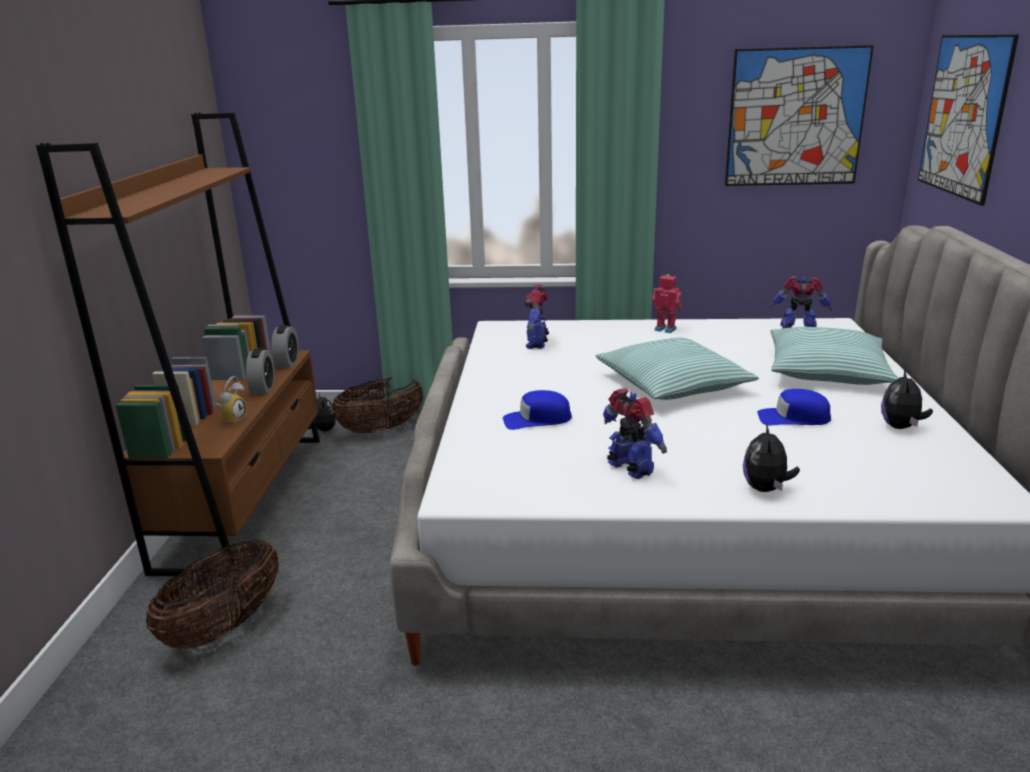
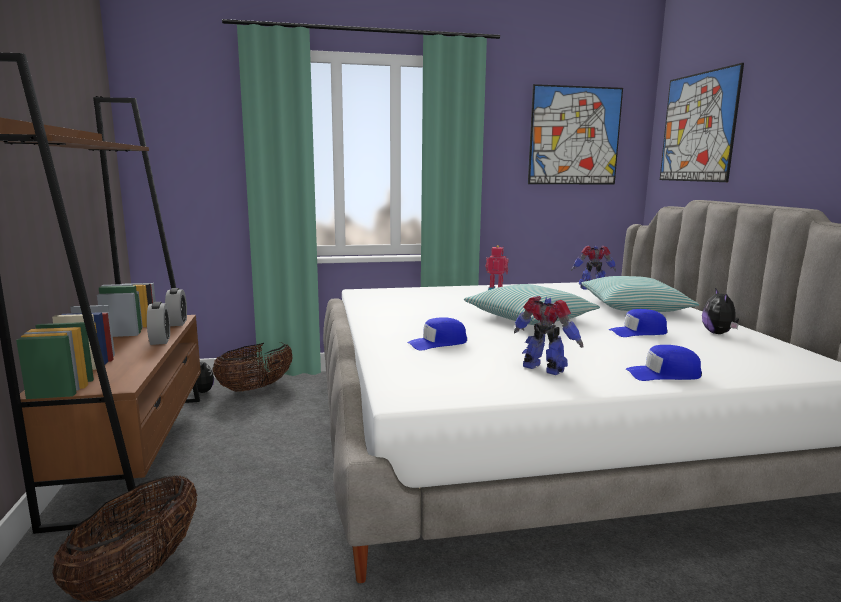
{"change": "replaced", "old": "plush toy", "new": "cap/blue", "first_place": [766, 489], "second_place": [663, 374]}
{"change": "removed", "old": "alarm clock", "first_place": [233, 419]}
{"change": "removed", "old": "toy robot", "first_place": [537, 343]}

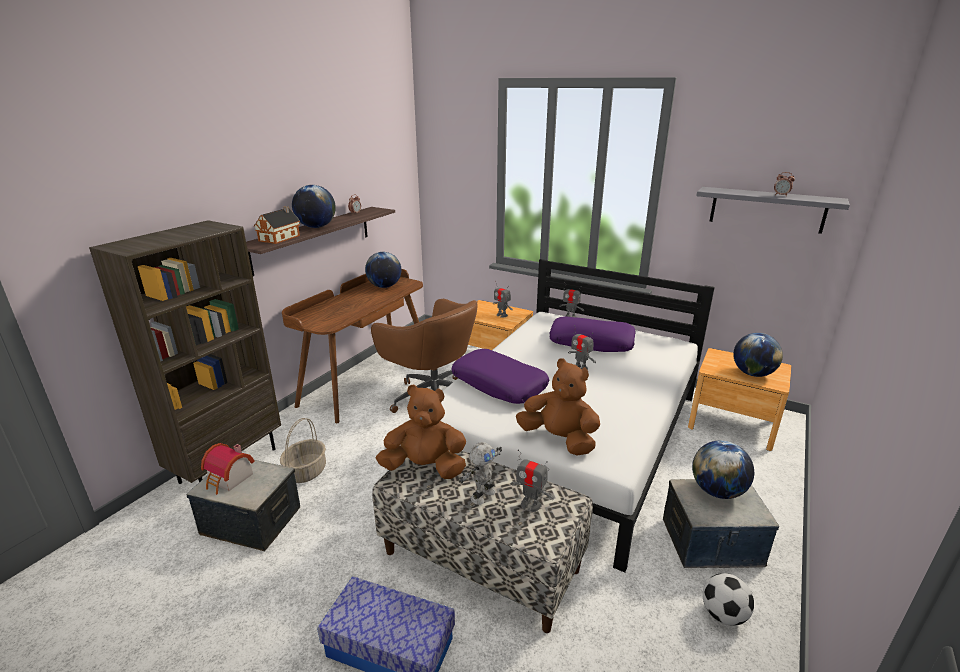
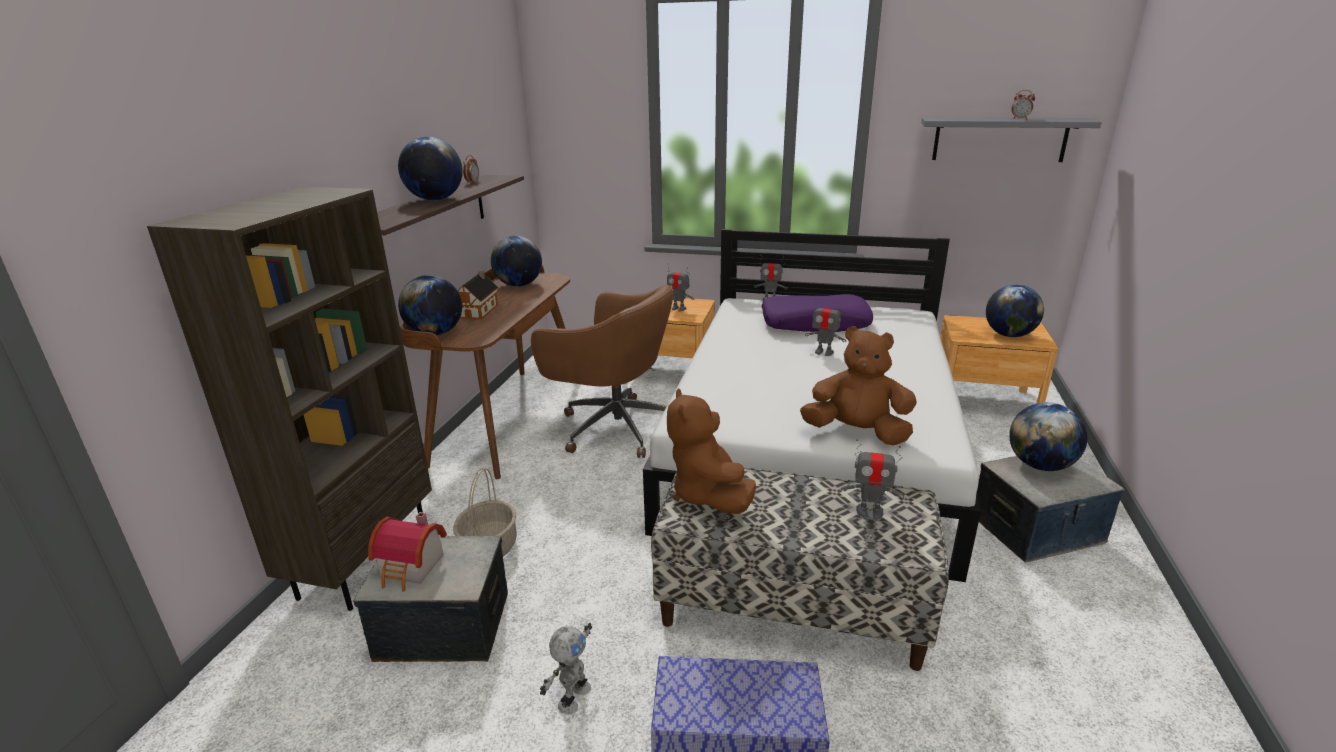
{"change": "added", "new": "globe", "second_place": [435, 334]}
{"change": "moved", "old": "toy house", "first_place": [281, 238], "second_place": [478, 310]}
{"change": "moved", "old": "toy robot", "first_place": [482, 495], "second_place": [573, 697]}
{"change": "turned", "old": "plush toy/brown", "first_place": [425, 467], "second_place": [708, 495], "degrees": -90}
{"change": "removed", "old": "pillow/purple", "first_place": [499, 384]}
{"change": "removed", "old": "football", "first_place": [723, 615]}

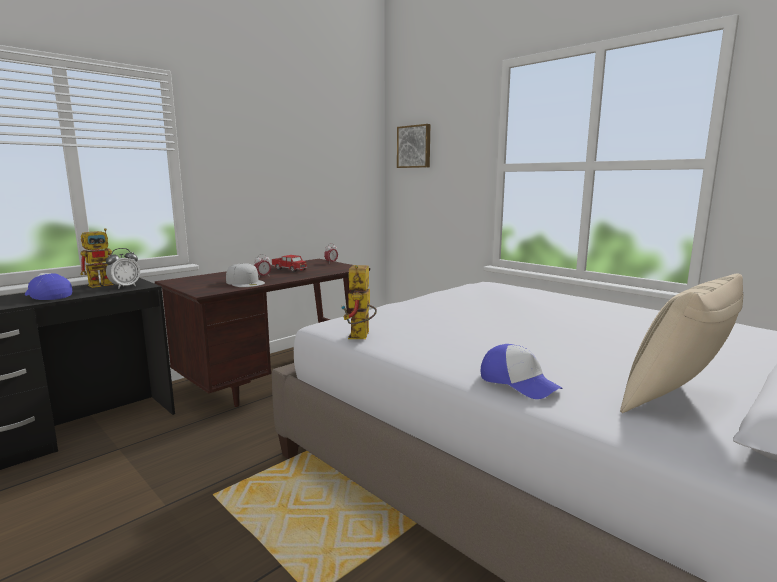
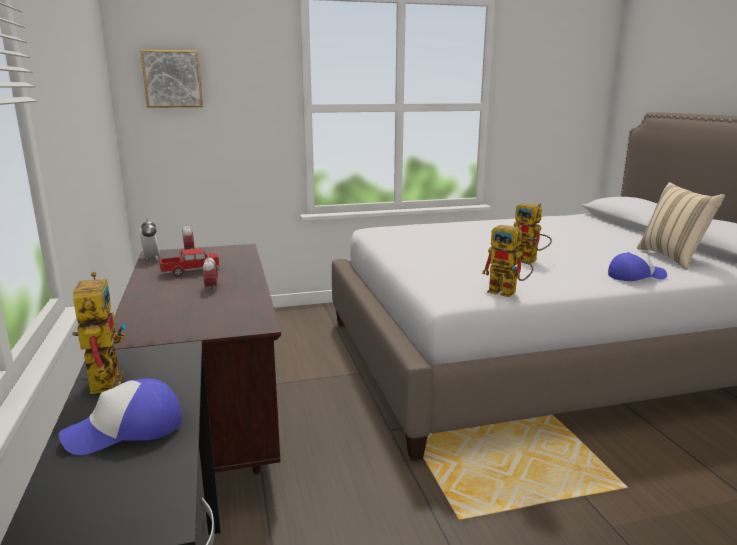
{"change": "moved", "old": "alarm clock", "first_place": [125, 286], "second_place": [151, 258]}
{"change": "added", "new": "toy robot", "second_place": [529, 261]}
{"change": "removed", "old": "cap/white", "first_place": [245, 282]}

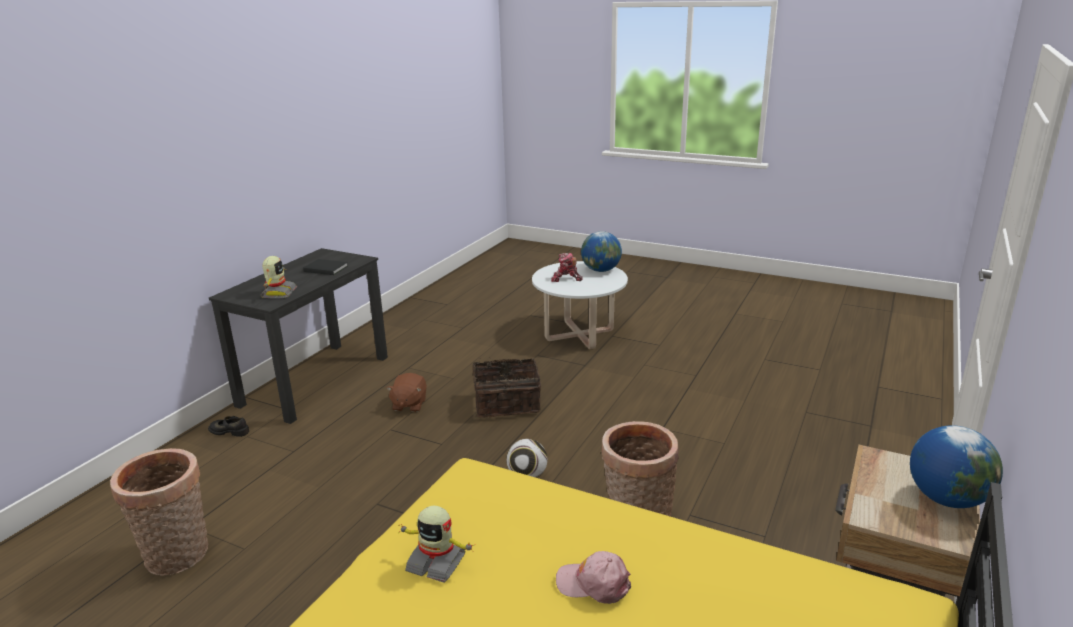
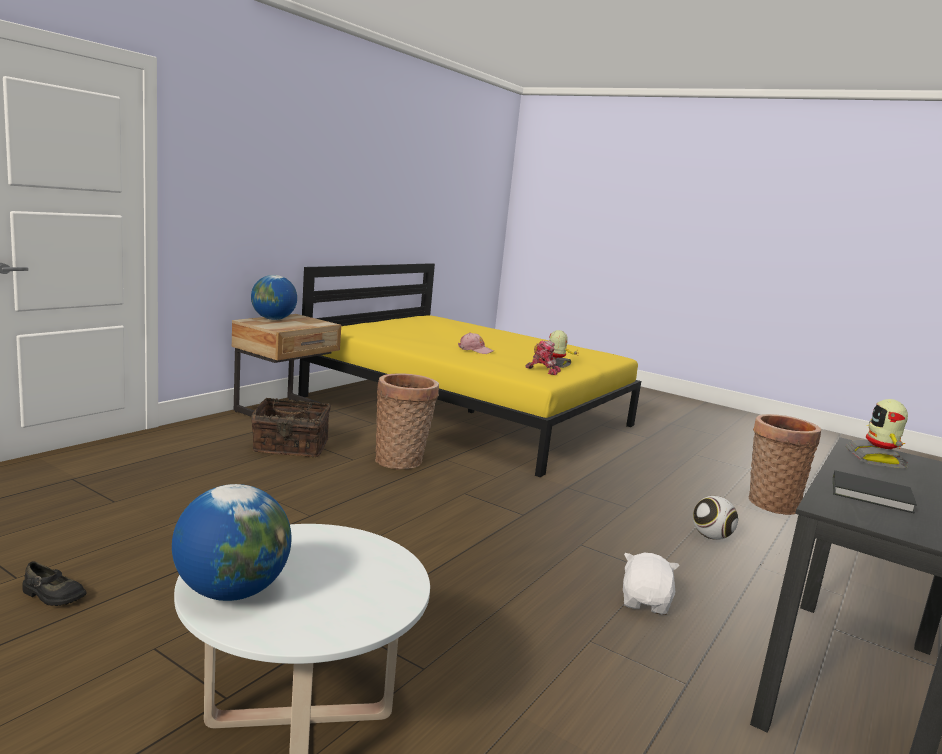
{"change": "moved", "old": "shoe/black", "first_place": [229, 431], "second_place": [52, 595]}
{"change": "moved", "old": "basket", "first_place": [507, 404], "second_place": [290, 447]}
{"change": "moved", "old": "toy robot", "first_place": [566, 279], "second_place": [543, 370]}
{"change": "recoloured", "old": "plush toy/brown", "new": "plush toy/white", "first_place": [409, 405], "second_place": [645, 602]}
{"change": "moved", "old": "football", "first_place": [527, 476], "second_place": [711, 537]}

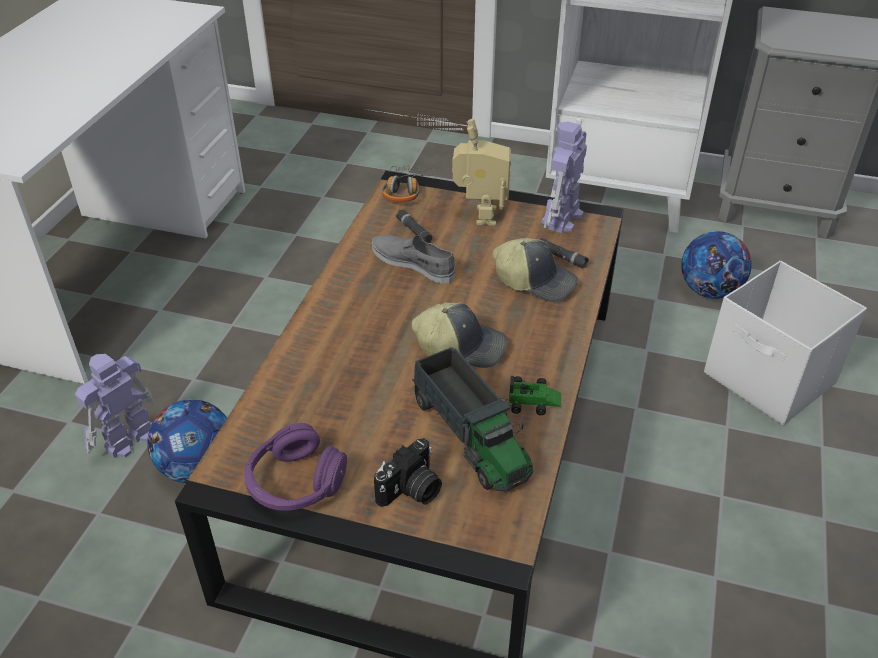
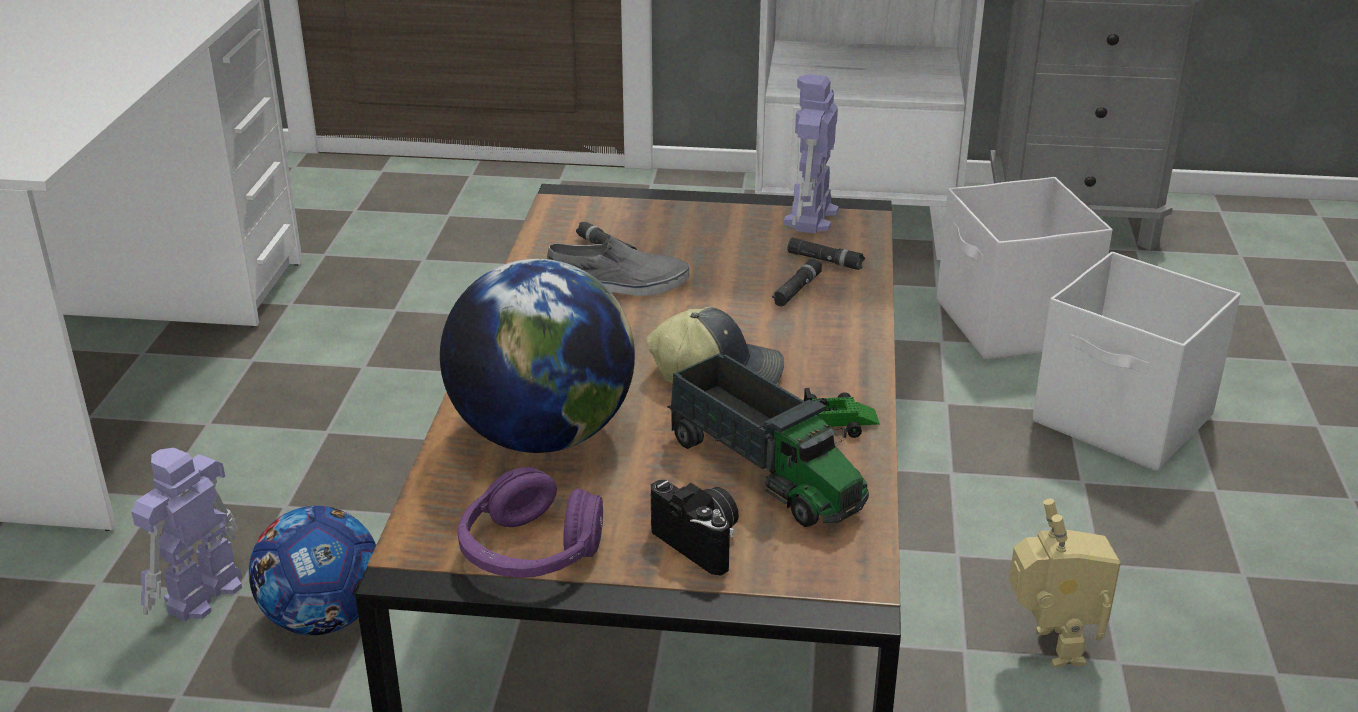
{"change": "added", "new": "globe", "second_place": [542, 435]}
{"change": "turned", "old": "shoe/grey", "first_place": [413, 263], "second_place": [618, 284], "degrees": 150}
{"change": "turned", "old": "photo camera", "first_place": [411, 491], "second_place": [702, 541], "degrees": -75}
{"change": "replaced", "old": "cap", "new": "flashlight/black", "first_place": [535, 281], "second_place": [797, 289]}
{"change": "replaced", "old": "football", "new": "storage box/white", "first_place": [709, 291], "second_place": [1012, 324]}
{"change": "moved", "old": "toy robot", "first_place": [479, 215], "second_place": [1050, 648]}
{"change": "removed", "old": "headphones", "first_place": [404, 190]}

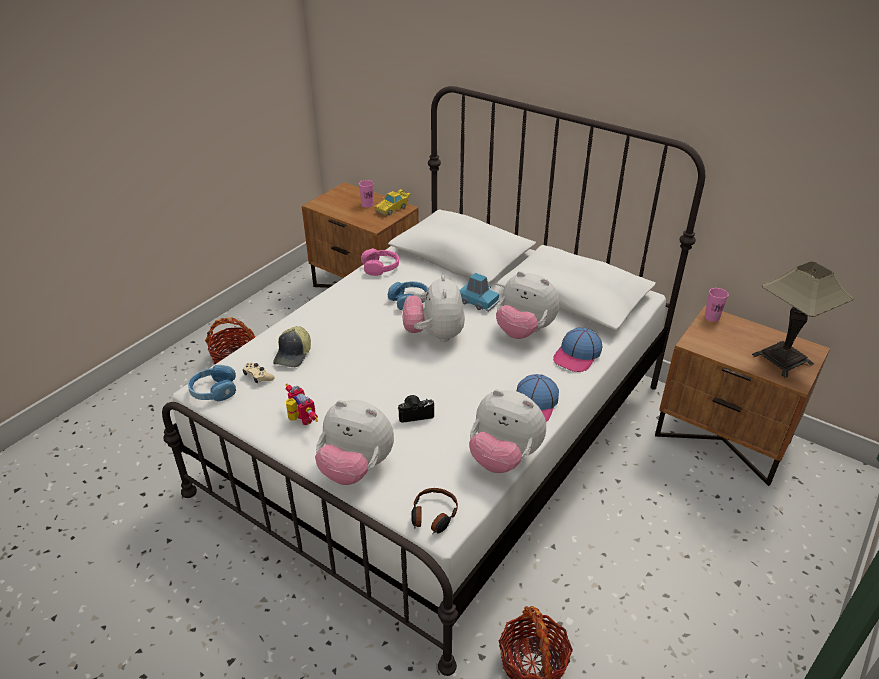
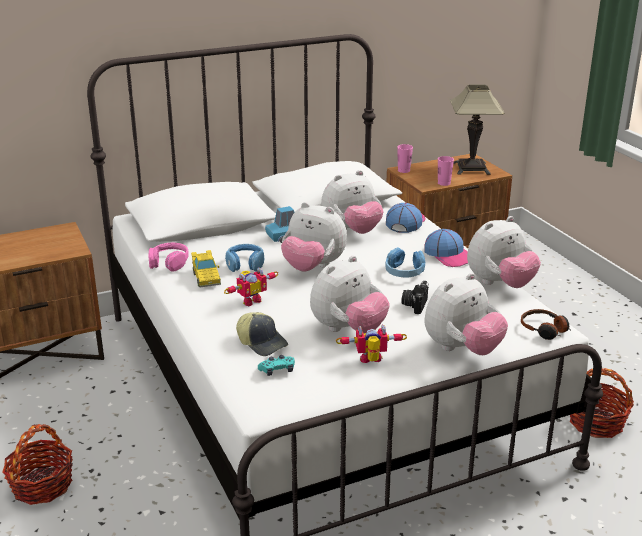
{"change": "moved", "old": "toy car/yellow", "first_place": [393, 208], "second_place": [206, 277]}
{"change": "added", "new": "toy robot", "second_place": [250, 300]}
{"change": "recoloured", "old": "game controller/beige", "new": "game controller/turquoise", "first_place": [258, 376], "second_place": [277, 370]}
{"change": "added", "new": "plush toy", "second_place": [348, 330]}
{"change": "moved", "old": "headphones/blue", "first_place": [213, 391], "second_place": [404, 272]}
{"change": "turned", "old": "cap", "first_place": [577, 355], "second_place": [405, 222], "degrees": -135}
{"change": "moved", "old": "cup/pink", "first_place": [367, 204], "second_place": [444, 183]}

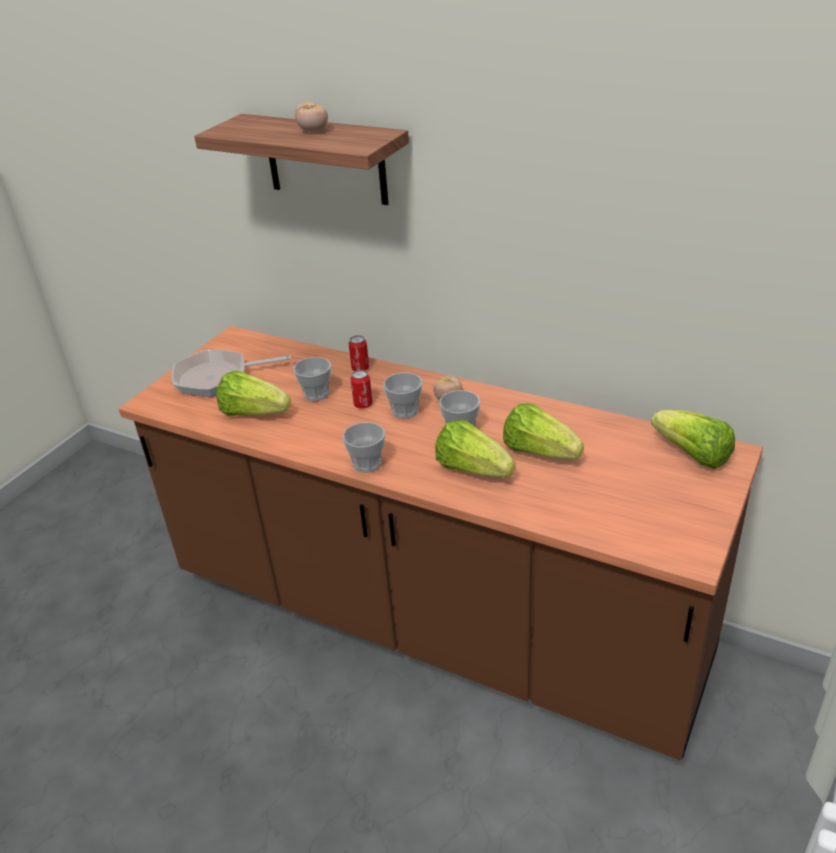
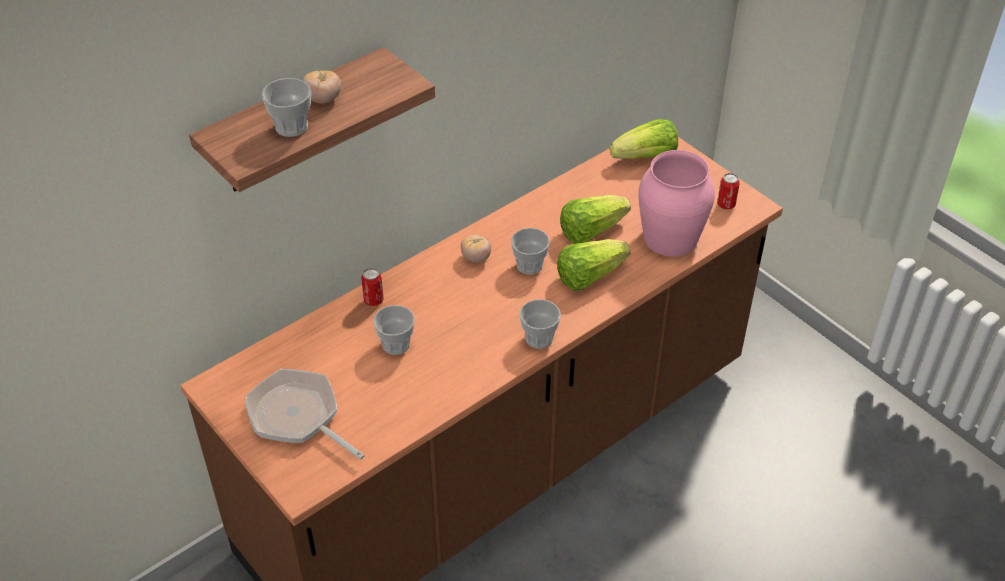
{"change": "turned", "old": "frying pan", "first_place": [217, 378], "second_place": [298, 417], "degrees": 120}
{"change": "moved", "old": "cup", "first_place": [405, 411], "second_place": [291, 126]}
{"change": "added", "new": "vase/pink", "second_place": [671, 238]}
{"change": "moved", "old": "can", "first_place": [363, 404], "second_place": [726, 204]}
{"change": "removed", "old": "lettuce", "first_place": [254, 413]}

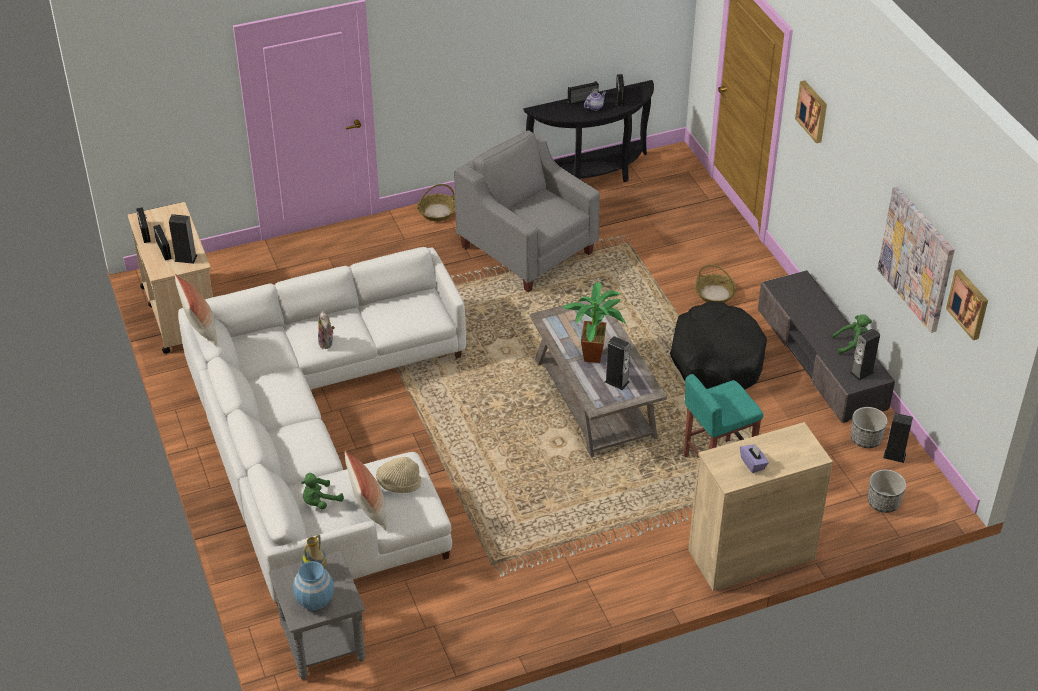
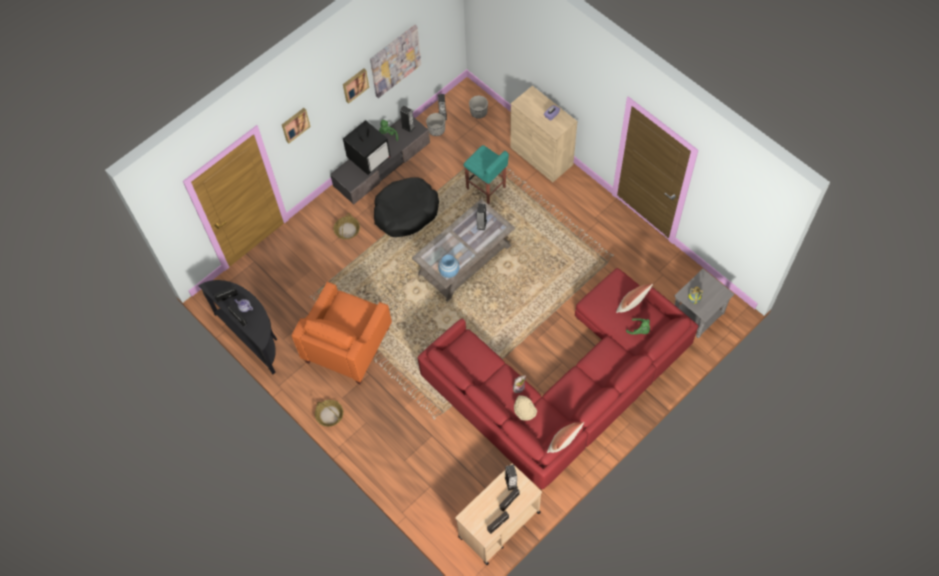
{"change": "recoloured", "old": "armchair/grey", "new": "armchair/orange", "first_place": [527, 250], "second_place": [347, 345]}
{"change": "moved", "old": "picture", "first_place": [969, 304], "second_place": [355, 85]}
{"change": "added", "new": "television", "second_place": [369, 157]}
{"change": "recoloured", "old": "sofa/white", "new": "sofa/red", "first_place": [321, 437], "second_place": [563, 385]}
{"change": "moved", "old": "vase/blue", "first_place": [315, 600], "second_place": [449, 271]}
{"change": "moved", "old": "hat/beige", "first_place": [398, 484], "second_place": [524, 411]}
{"change": "removed", "old": "potted plant", "first_place": [595, 354]}

